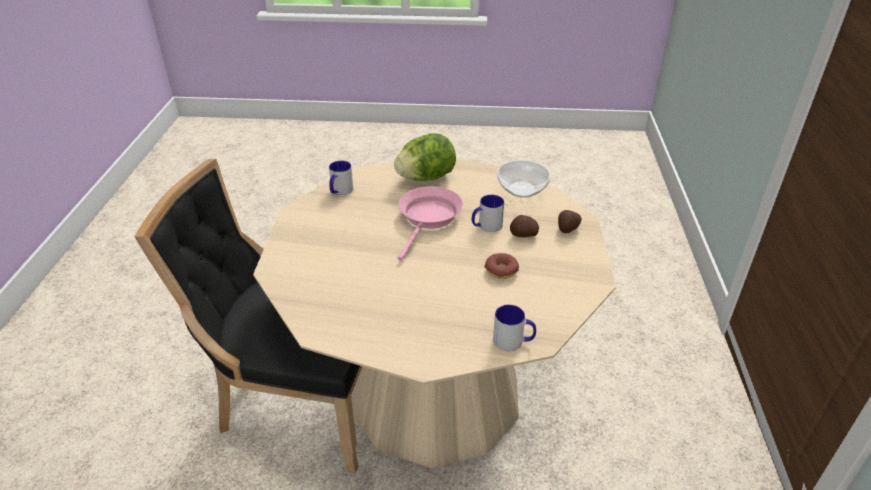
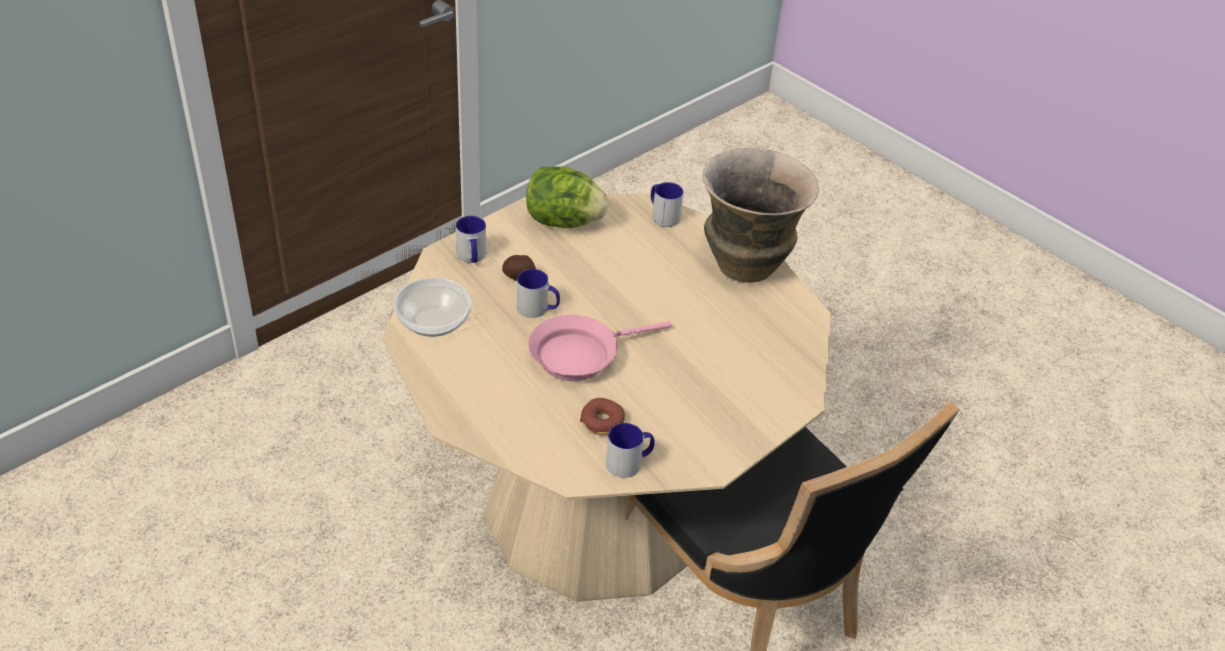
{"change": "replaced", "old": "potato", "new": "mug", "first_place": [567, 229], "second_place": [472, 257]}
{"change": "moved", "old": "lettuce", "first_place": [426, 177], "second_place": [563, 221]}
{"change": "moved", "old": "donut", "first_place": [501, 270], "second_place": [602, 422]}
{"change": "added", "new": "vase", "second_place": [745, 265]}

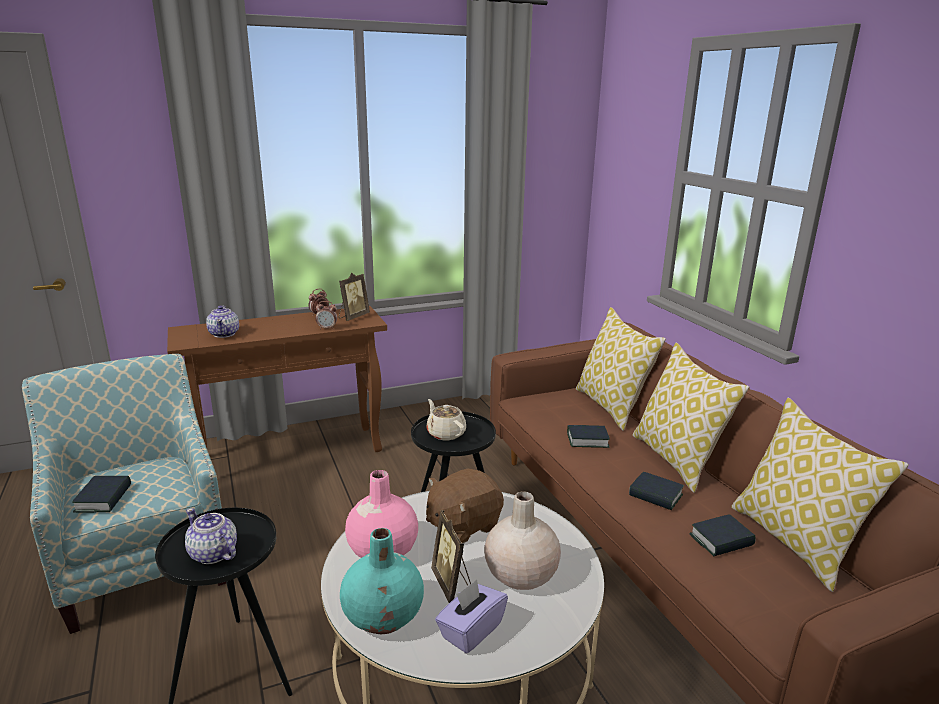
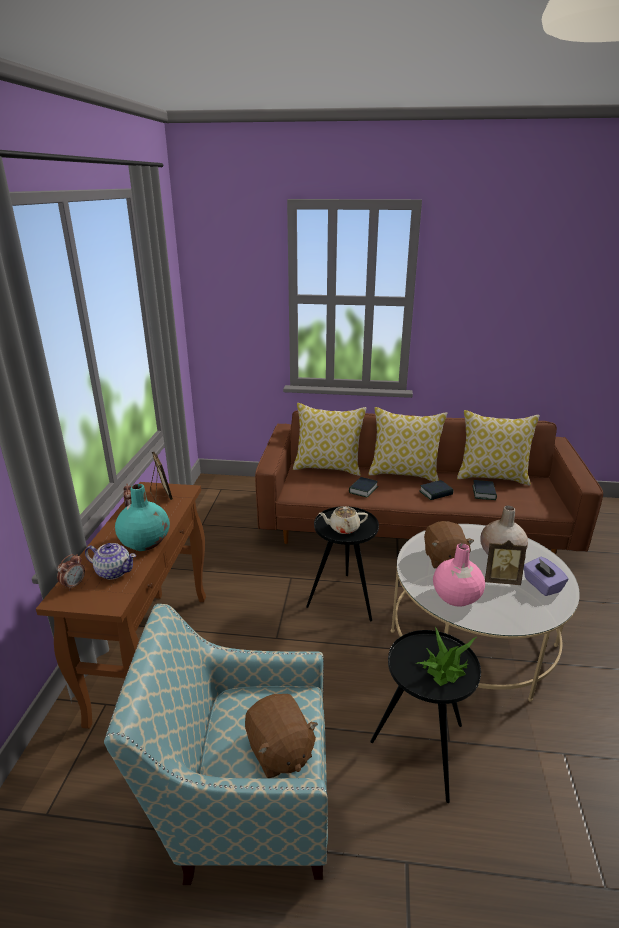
{"change": "moved", "old": "alarm clock", "first_place": [327, 328], "second_place": [74, 585]}
{"change": "moved", "old": "vase/turquoise", "first_place": [384, 616], "second_place": [145, 542]}
{"change": "replaced", "old": "book", "new": "plush toy/brown", "first_place": [104, 498], "second_place": [279, 751]}
{"change": "replaced", "old": "teapot", "new": "potted plant", "first_place": [213, 554], "second_place": [445, 668]}

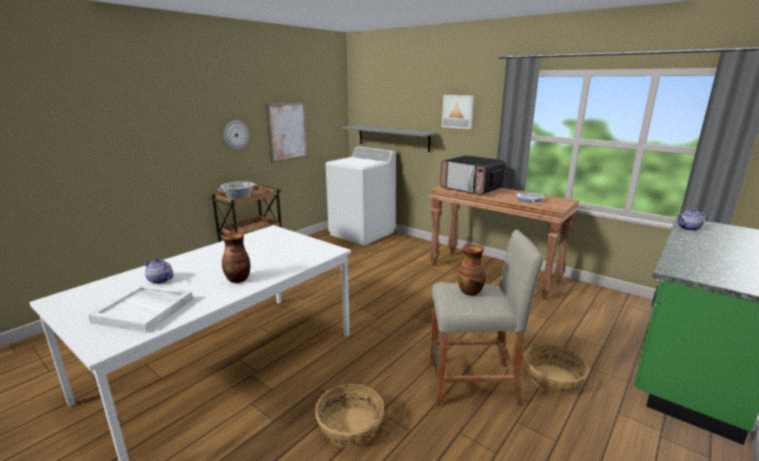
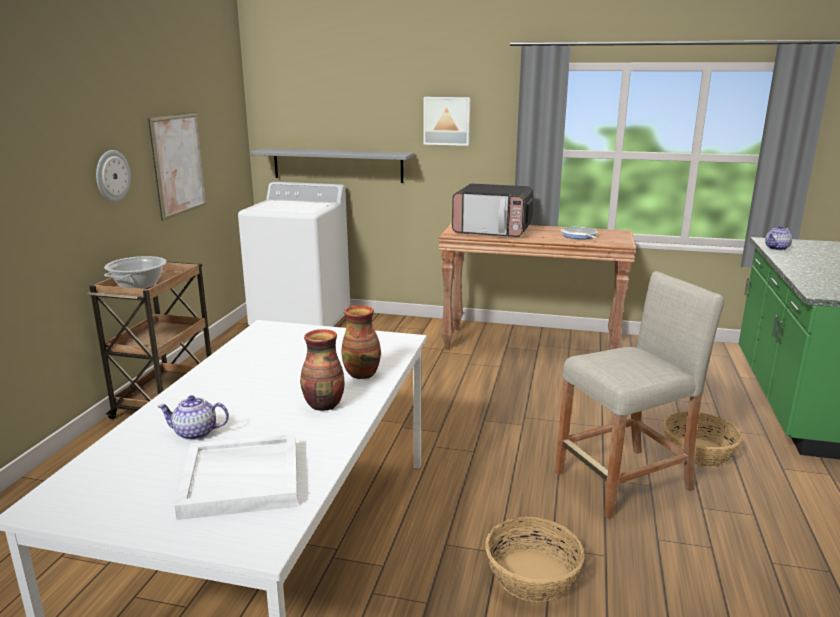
{"change": "moved", "old": "vase", "first_place": [470, 291], "second_place": [362, 374]}

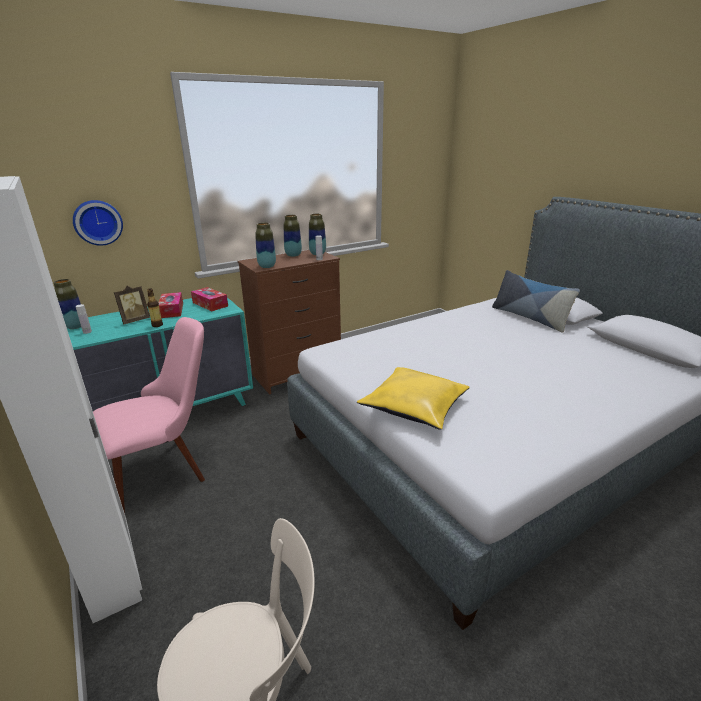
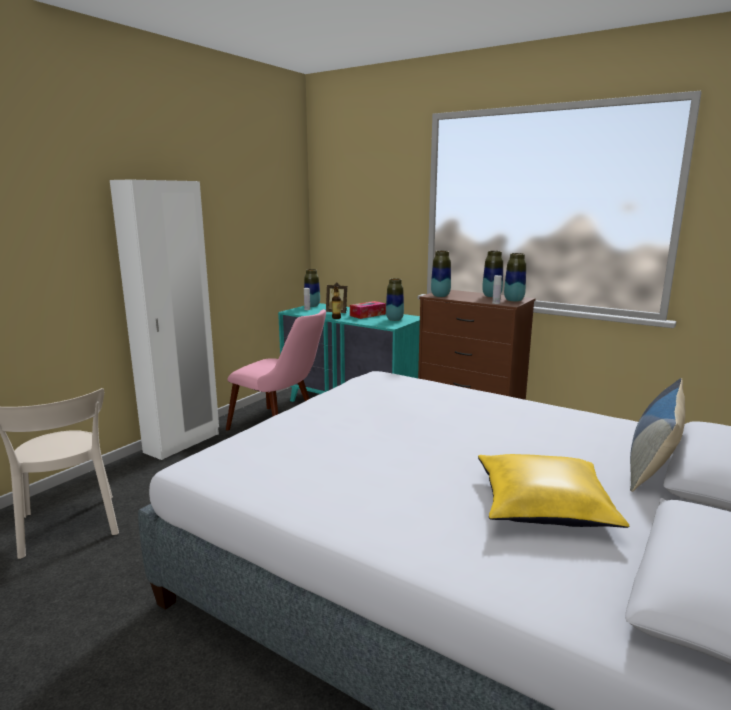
{"change": "replaced", "old": "tissue box", "new": "vase", "first_place": [210, 304], "second_place": [394, 319]}
{"change": "moved", "old": "pillow/yellow", "first_place": [415, 406], "second_place": [543, 506]}
{"change": "removed", "old": "wall clock", "first_place": [98, 222]}

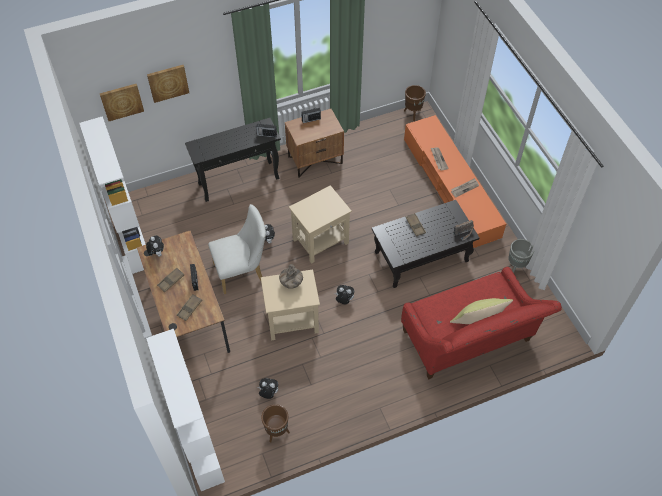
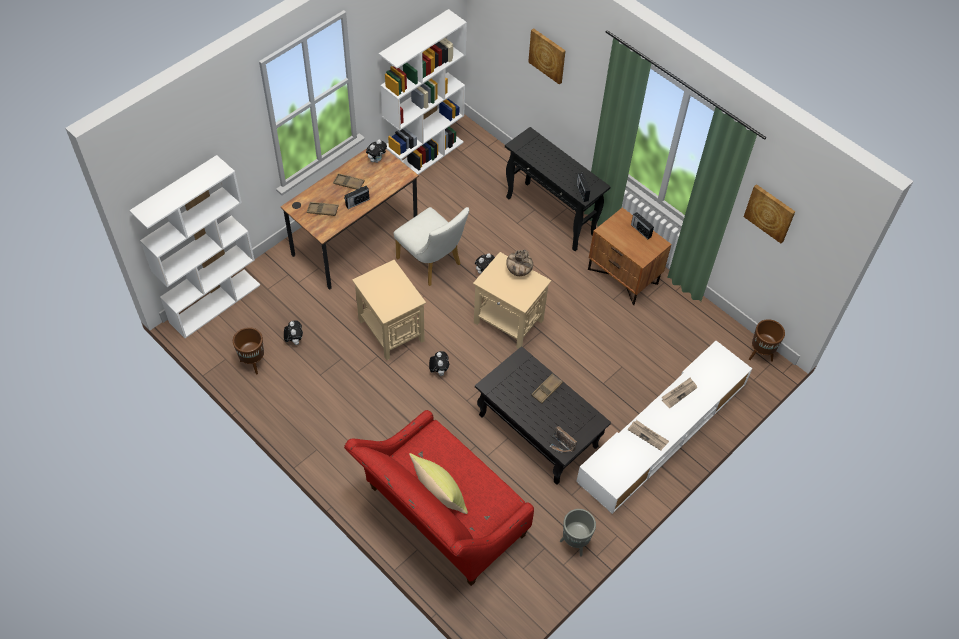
{"change": "moved", "old": "vase", "first_place": [291, 283], "second_place": [518, 271]}
{"change": "recoloured", "old": "tv stand/orange", "new": "tv stand/white", "first_place": [450, 188], "second_place": [662, 433]}
{"change": "moved", "old": "picture", "first_place": [121, 101], "second_place": [770, 213]}

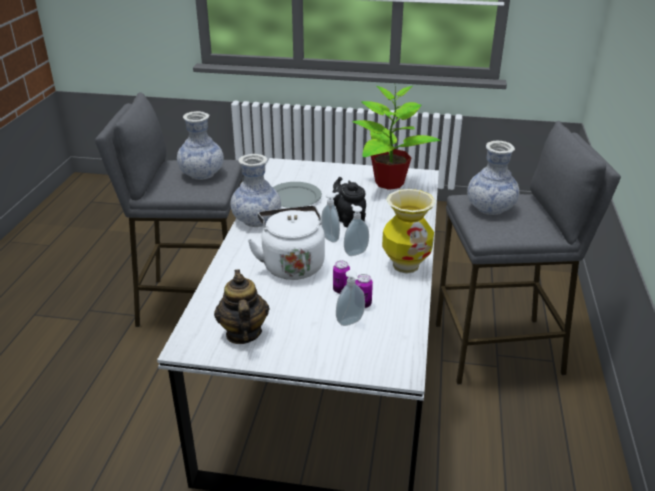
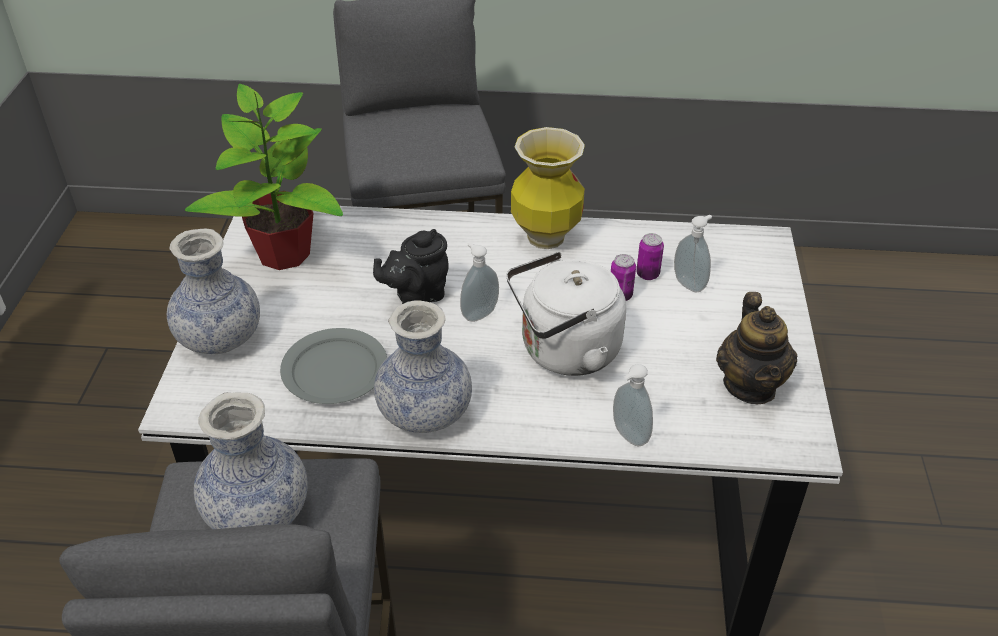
{"change": "moved", "old": "vase", "first_place": [490, 208], "second_place": [220, 337]}
{"change": "moved", "old": "soap dispenser", "first_place": [355, 252], "second_place": [628, 436]}
{"change": "turned", "old": "teapot", "first_place": [243, 333], "second_place": [750, 385], "degrees": -75}

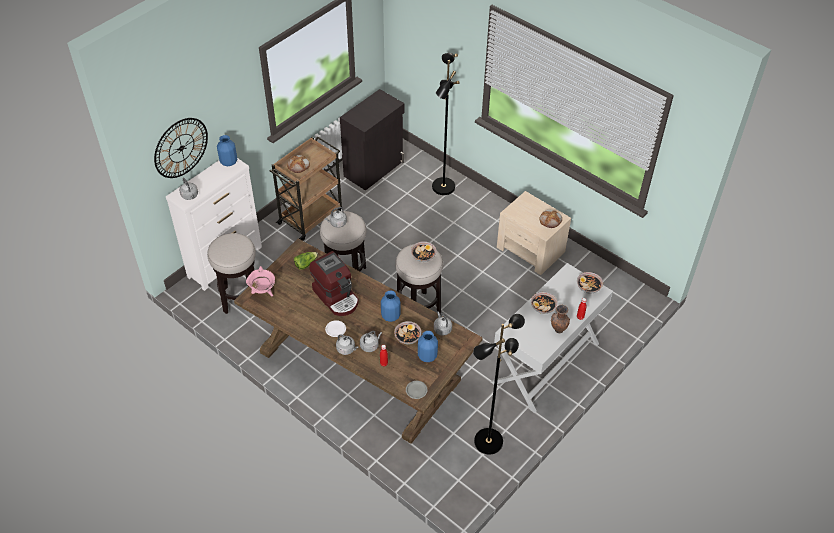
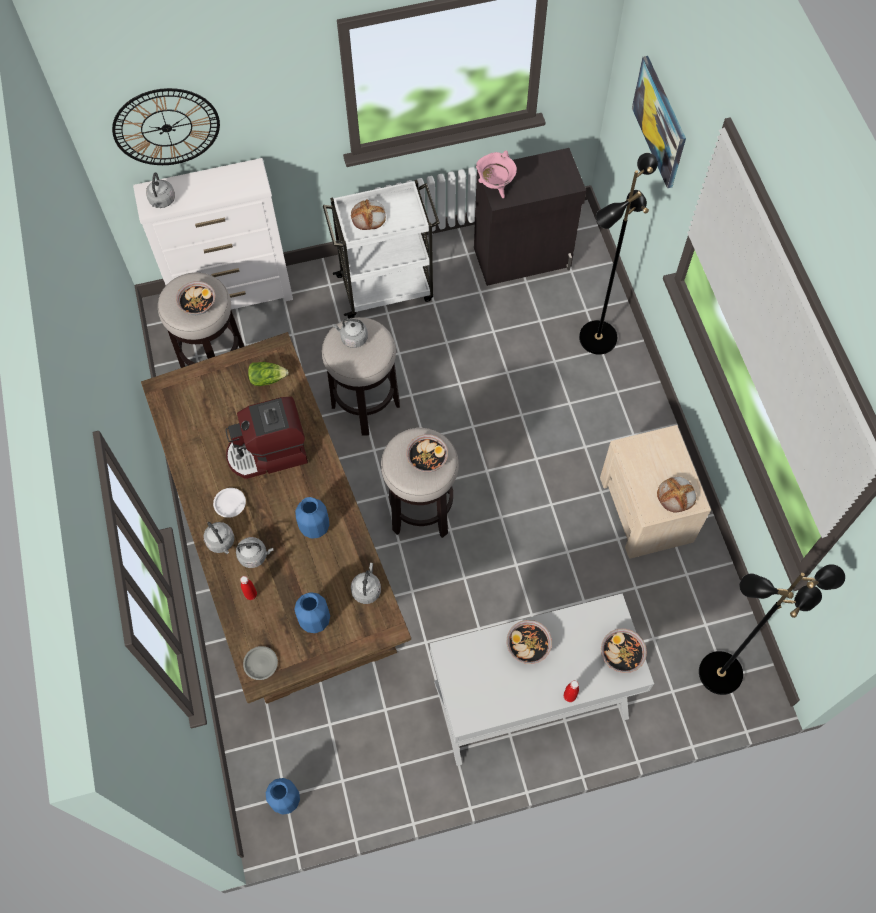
{"change": "moved", "old": "bowl", "first_place": [407, 337], "second_place": [198, 304]}
{"change": "turned", "old": "coffee machine", "first_place": [337, 296], "second_place": [269, 453], "degrees": 75}
{"change": "moved", "old": "vase/blue", "first_place": [229, 162], "second_place": [285, 800]}
{"change": "recoloured", "old": "cart/brown", "new": "cart/white", "first_place": [311, 216], "second_place": [386, 287]}
{"change": "moved", "old": "cooking pot/pink", "first_place": [263, 292], "second_place": [495, 186]}
{"change": "added", "new": "picture", "second_place": [660, 122]}
{"change": "moved", "old": "floor lamp/black", "first_place": [488, 441], "second_place": [720, 671]}
{"change": "removed", "old": "vase/brown", "first_place": [558, 330]}

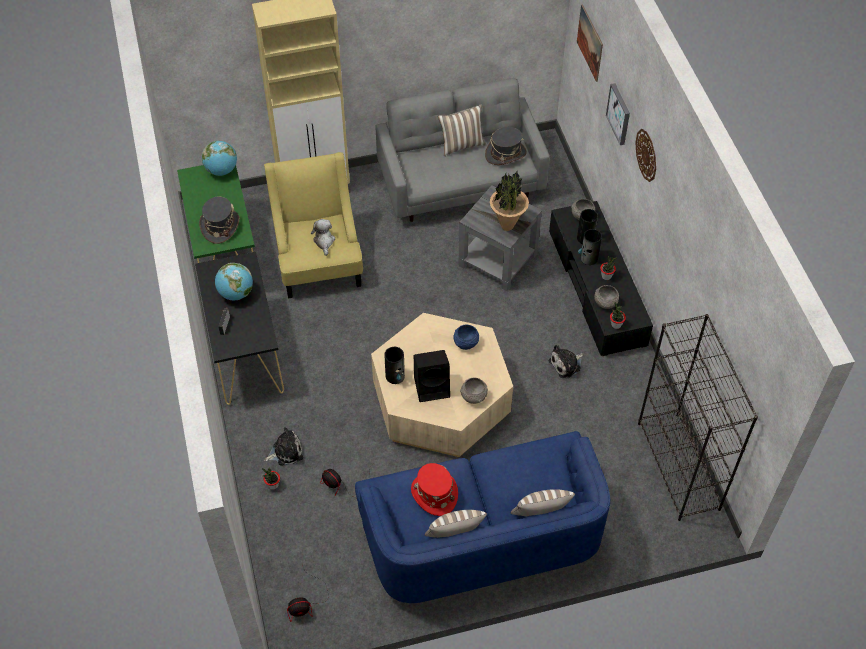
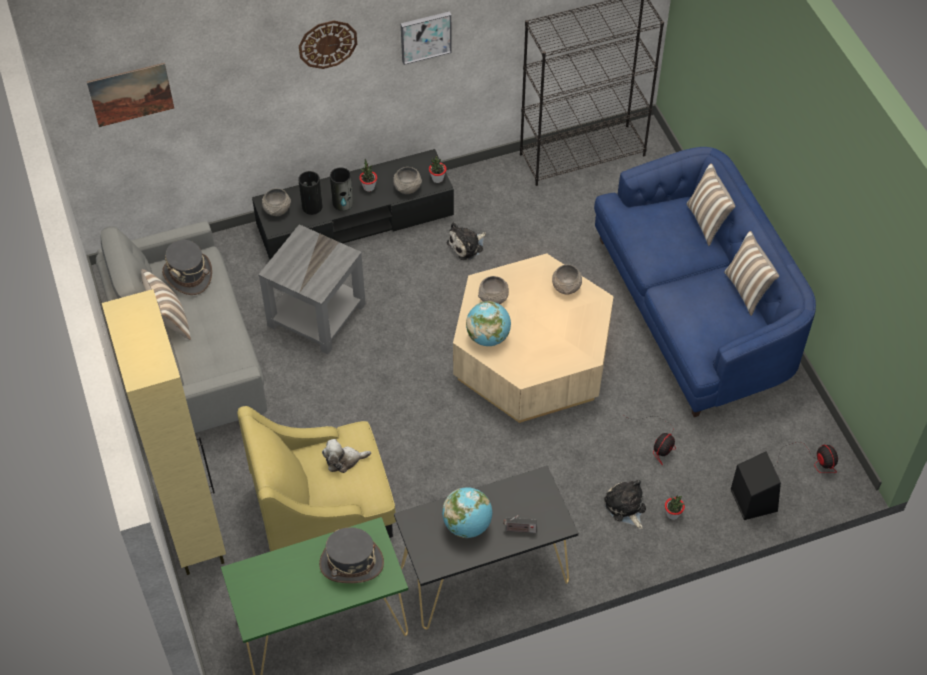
{"change": "moved", "old": "picture", "first_place": [619, 114], "second_place": [425, 36]}
{"change": "turned", "old": "plush toy", "first_place": [566, 364], "second_place": [467, 245], "degrees": 90}
{"change": "moved", "old": "globe", "first_place": [221, 170], "second_place": [488, 337]}
{"change": "recoloured", "old": "bowl/blue", "new": "bowl/grey", "first_place": [465, 343], "second_place": [493, 298]}
{"change": "moved", "old": "speaker/black", "first_place": [433, 386], "second_place": [753, 499]}
{"change": "removed", "old": "vase", "first_place": [395, 376]}
{"change": "removed", "old": "hat/red", "first_place": [434, 494]}
{"change": "removed", "old": "potted plant", "first_place": [507, 226]}

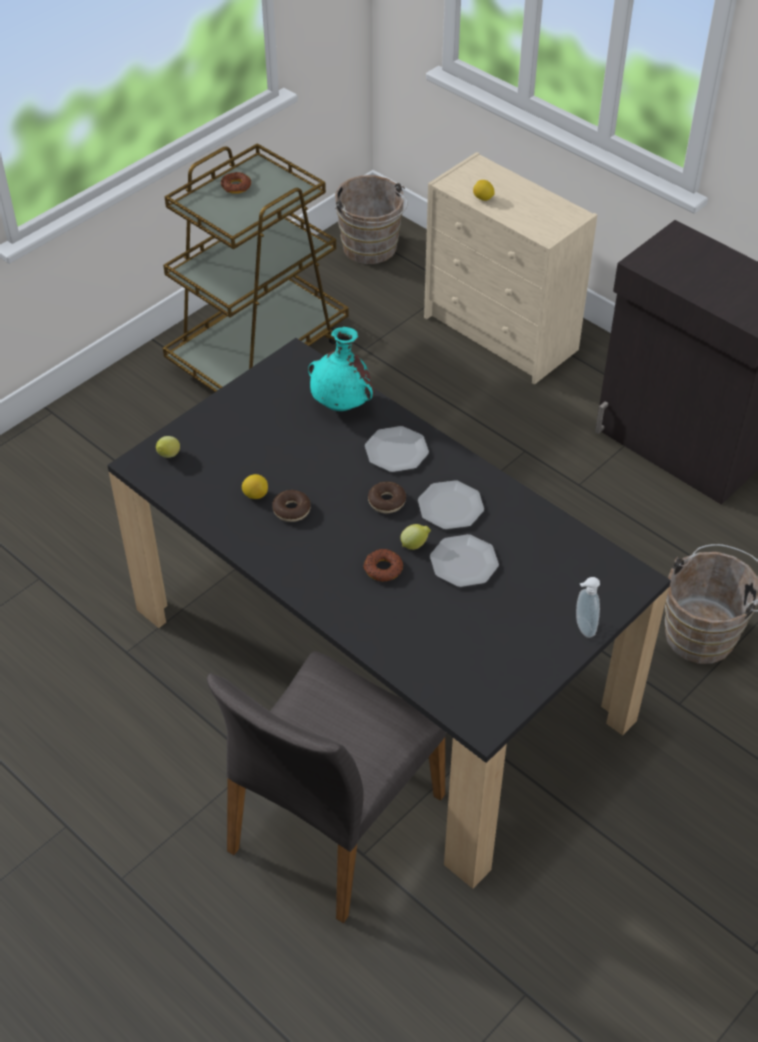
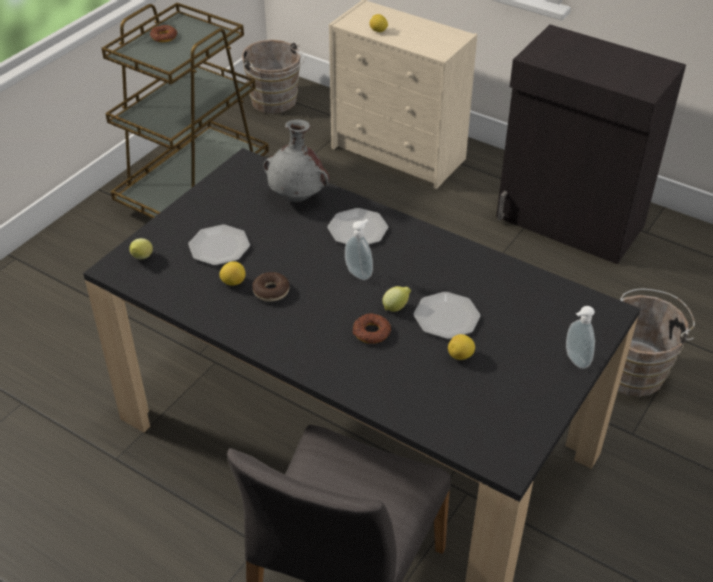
{"change": "moved", "old": "plate", "first_place": [450, 507], "second_place": [218, 247]}
{"change": "recoloured", "old": "vase/turquoise", "new": "vase/grey", "first_place": [342, 405], "second_place": [297, 197]}
{"change": "replaced", "old": "donut", "new": "soap dispenser", "first_place": [387, 501], "second_place": [360, 273]}
{"change": "added", "new": "lemon", "second_place": [460, 356]}

